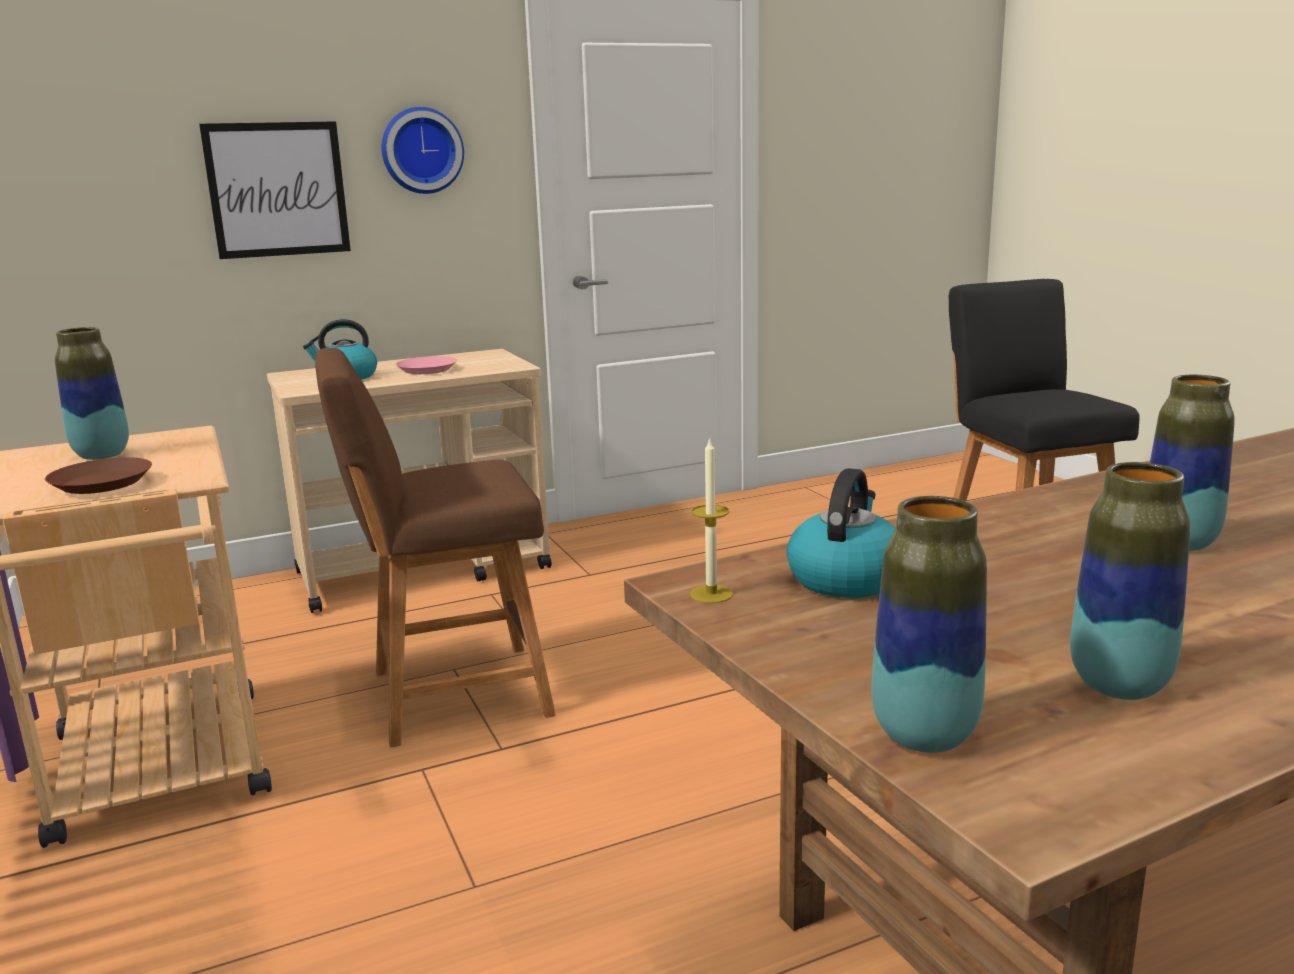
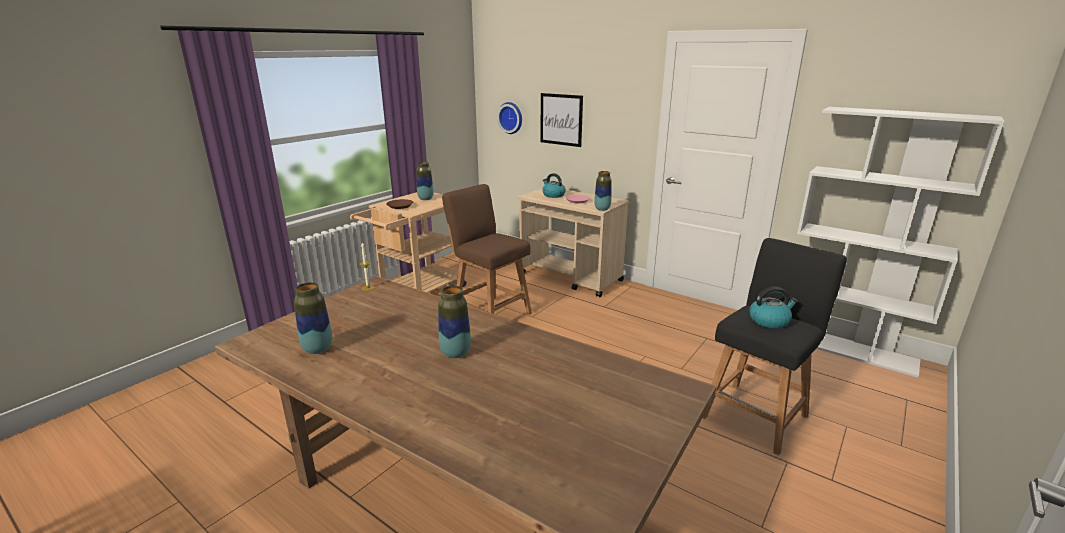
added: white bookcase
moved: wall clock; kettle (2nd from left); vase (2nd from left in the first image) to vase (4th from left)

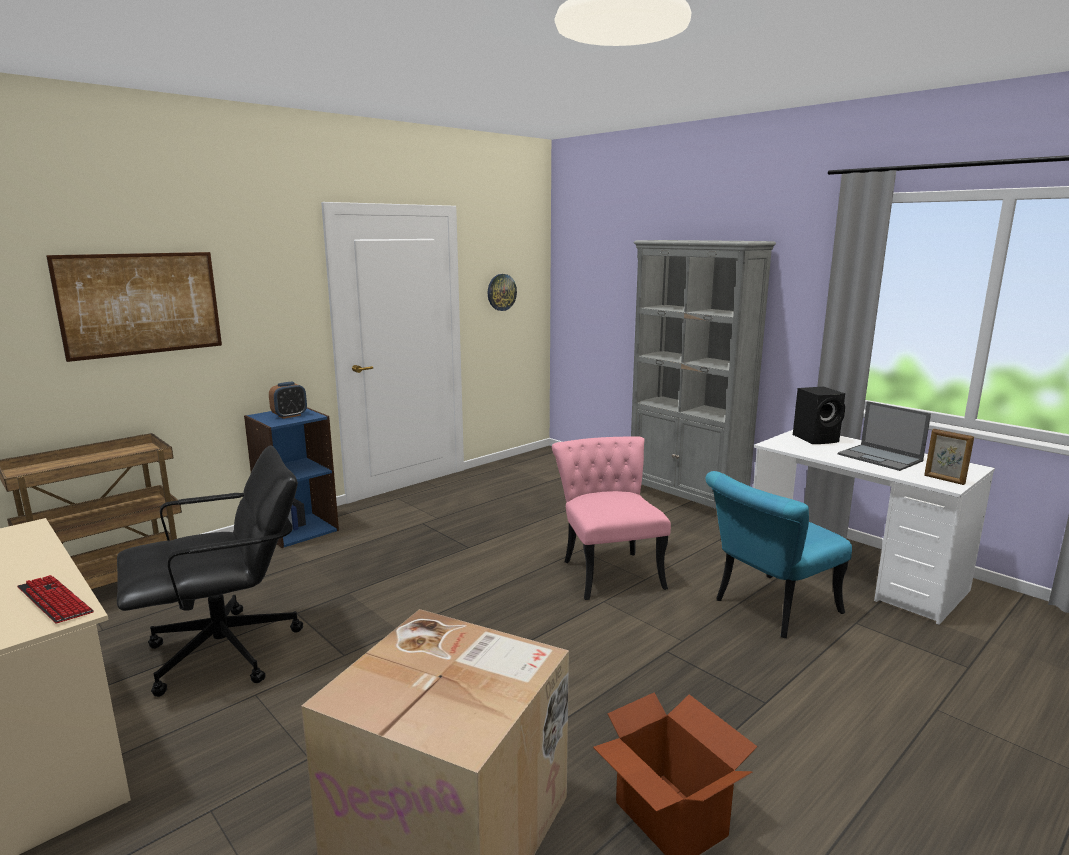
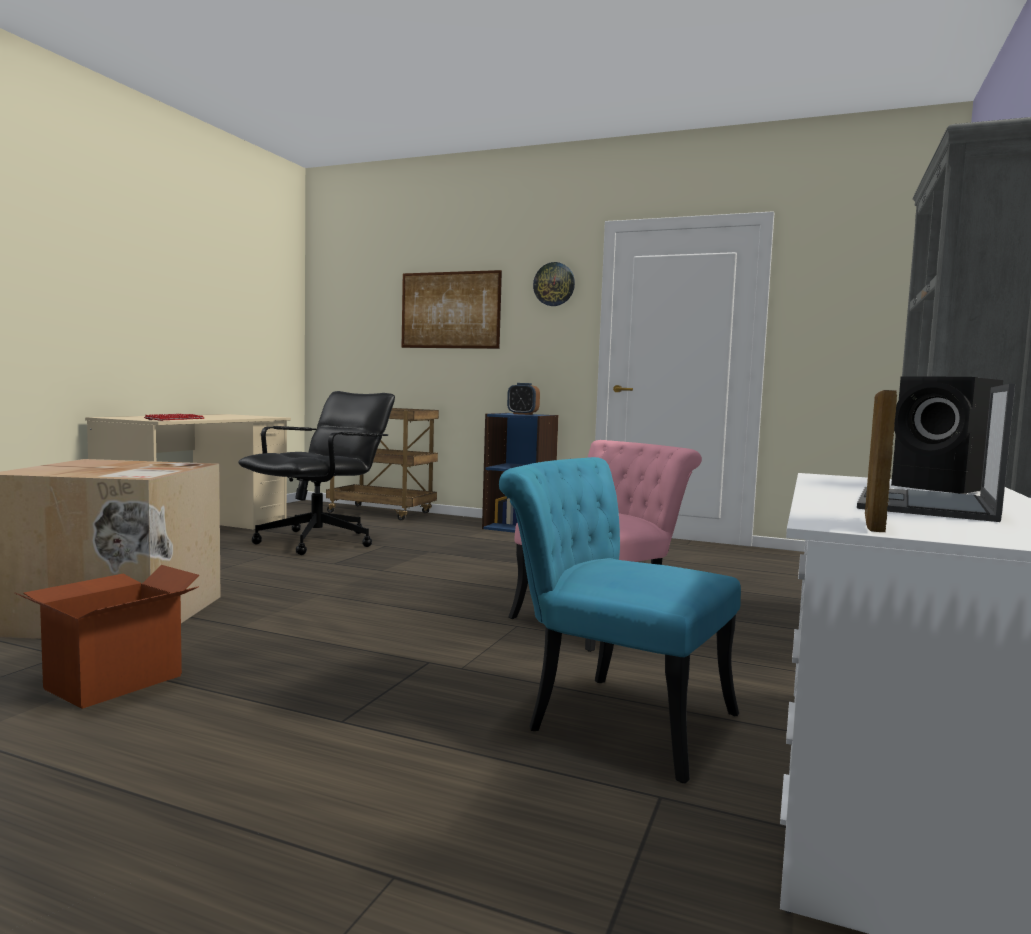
moved: wall clock
turned: black office chair 90 degrees counterclockwise

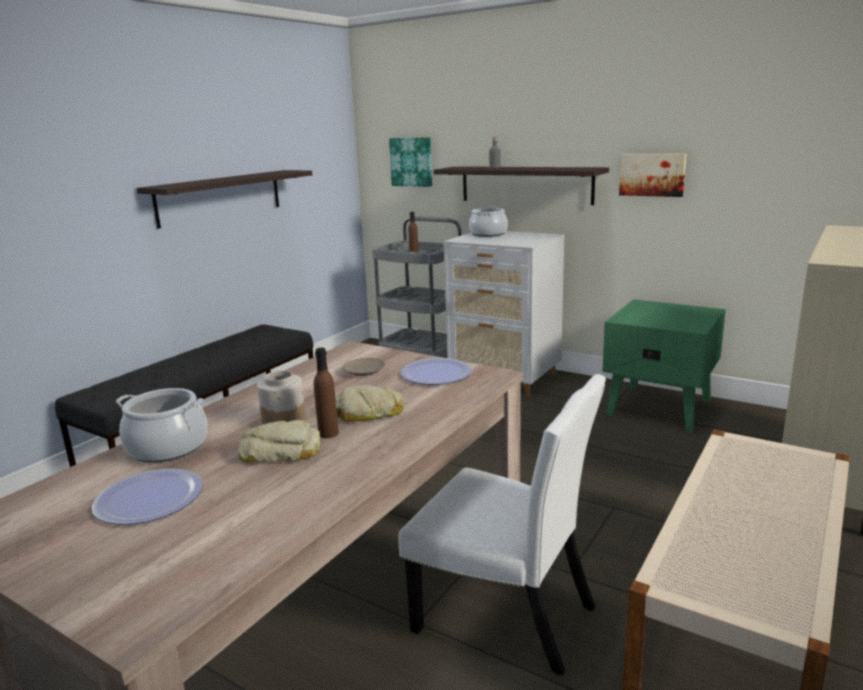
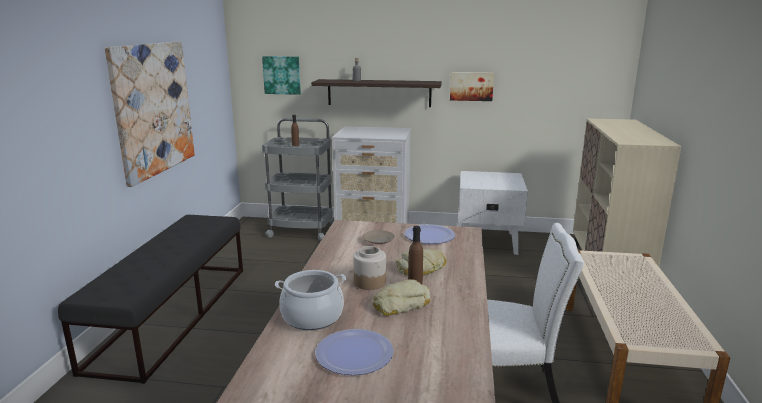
removed: cooking pot (2nd from left)
replaced: shelf (1st from left) to picture (1st from left)
recoloured: green nightstand to white nightstand

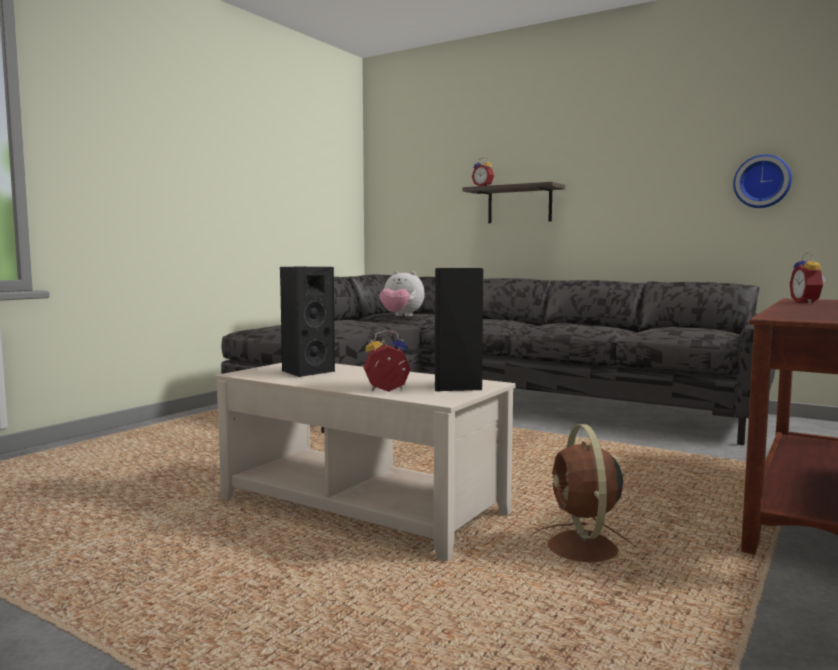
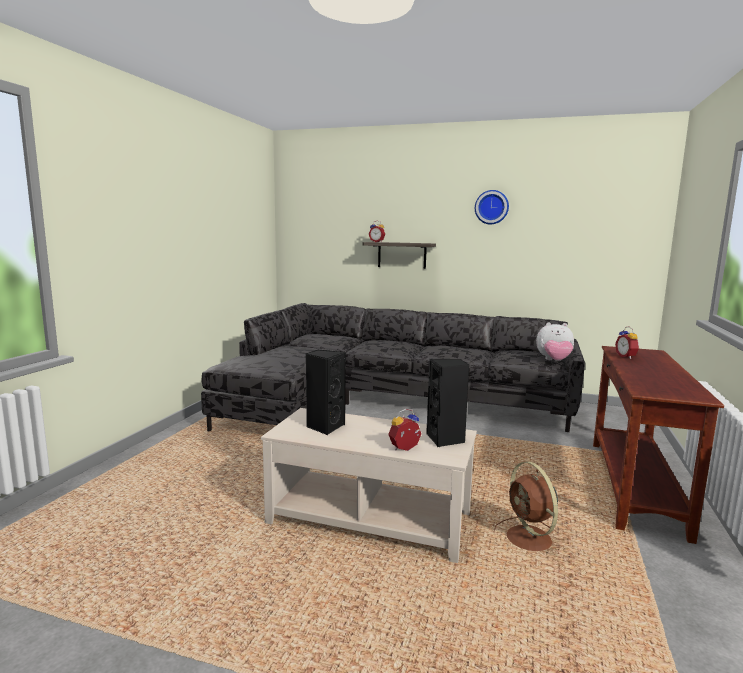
moved: plush toy; wall clock

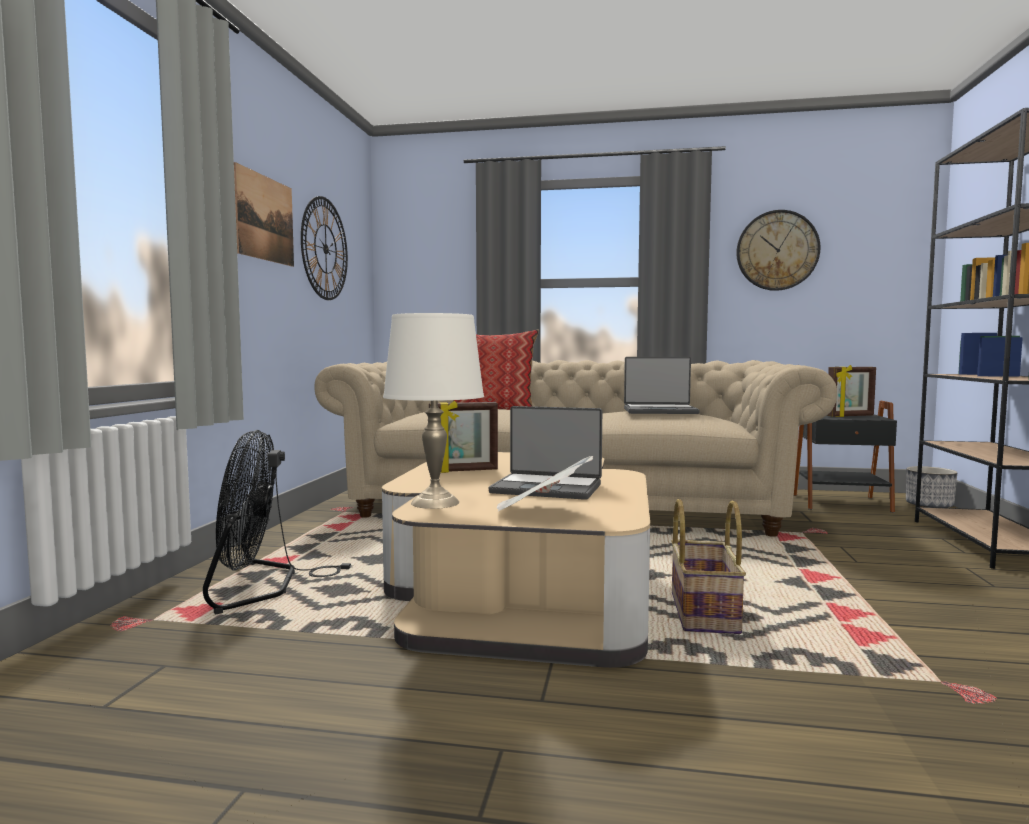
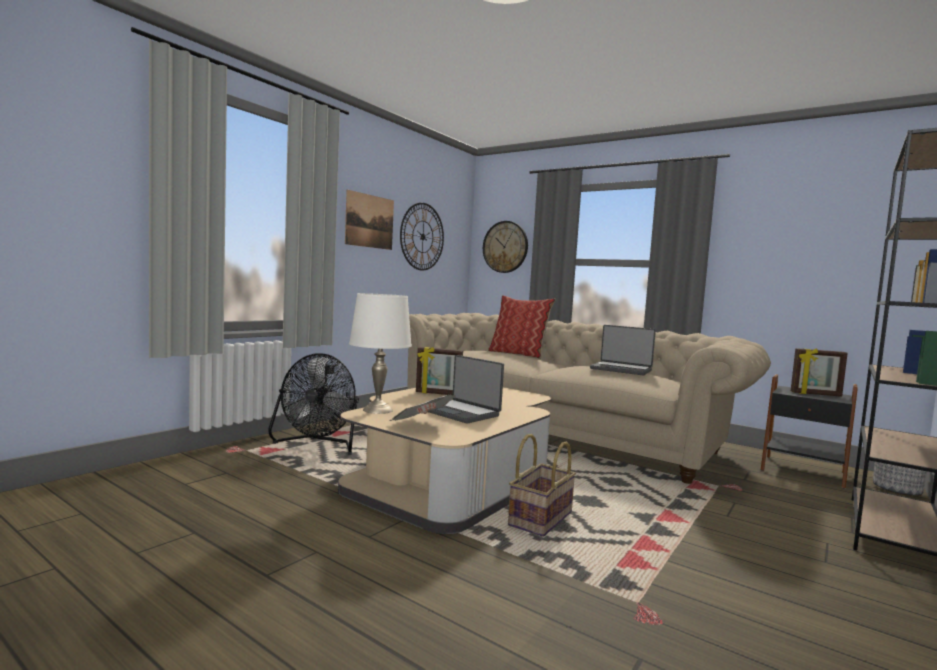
moved: wall clock (2nd from left)
turned: black fan 90 degrees counterclockwise

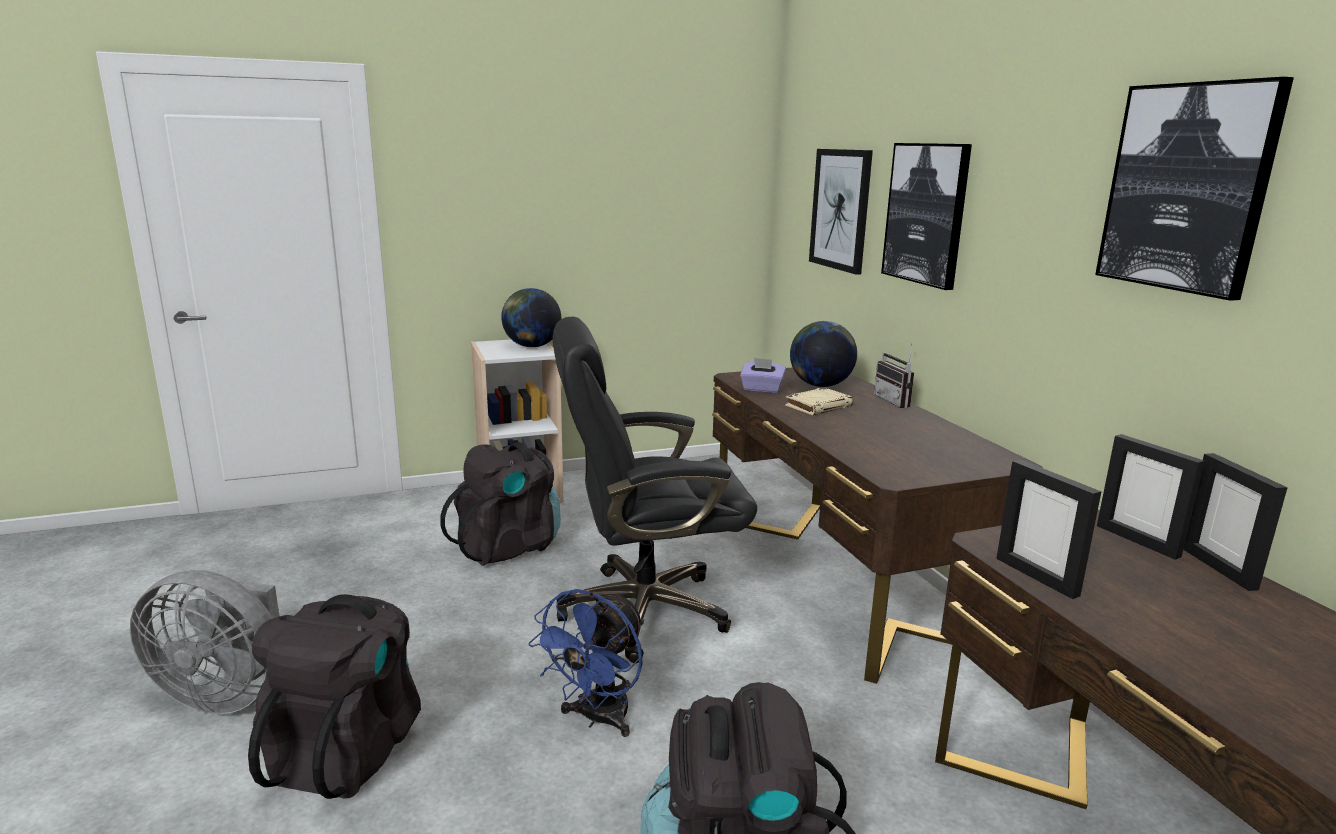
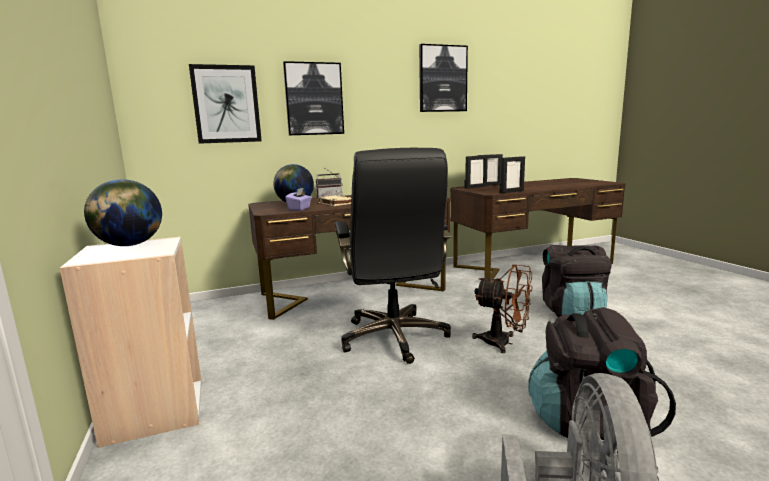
removed: black backpack (2nd from left)
recoloured: blue fan to brown fan

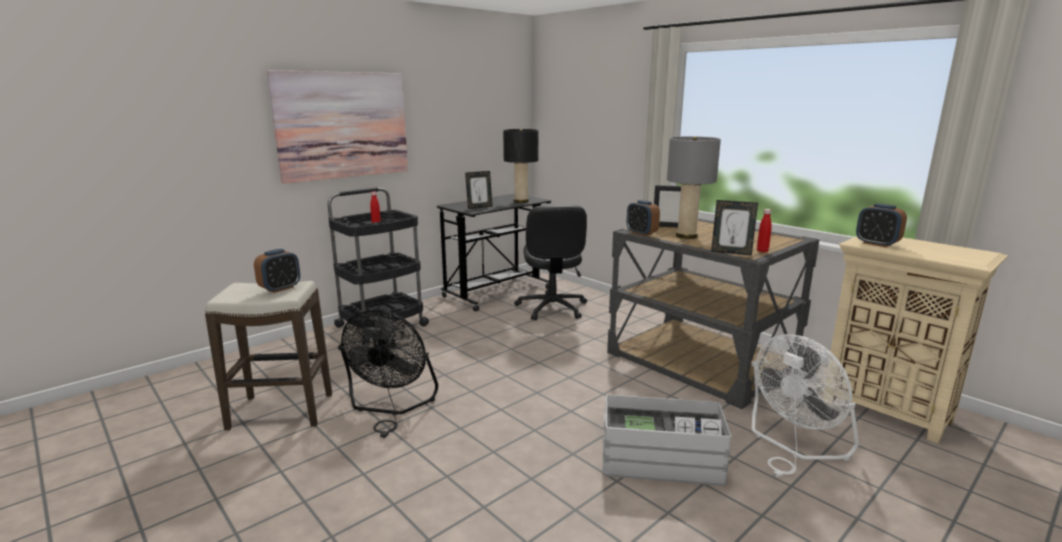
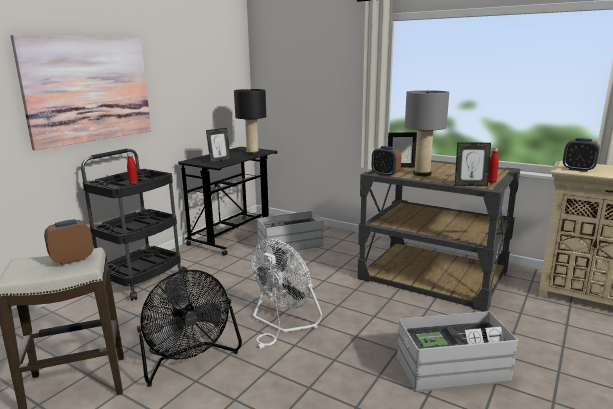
moved: white fan
replaced: black office chair to grey storage box (1st from left)
turned: alarm clock (1st from left) 150 degrees counterclockwise; black fan 150 degrees clockwise

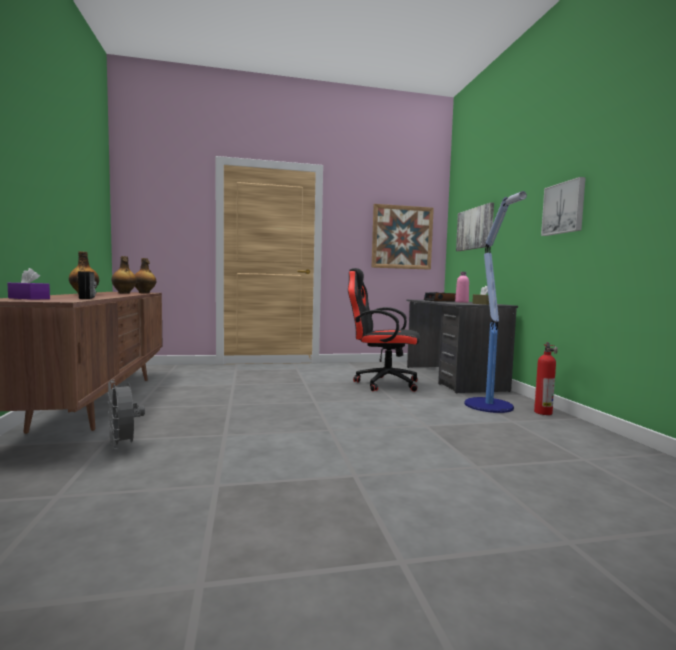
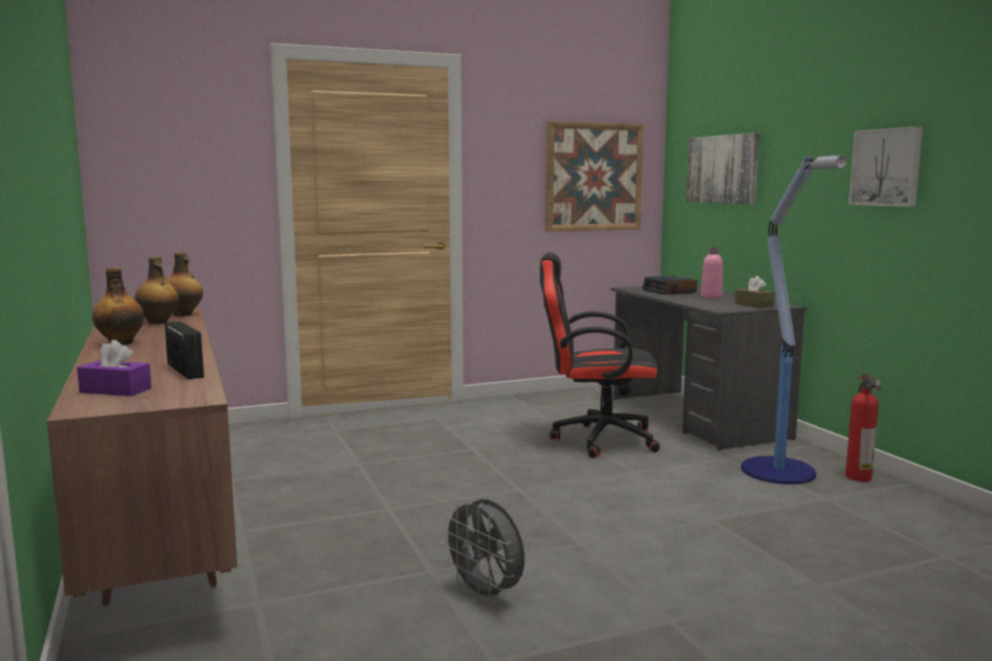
moved: grey fan

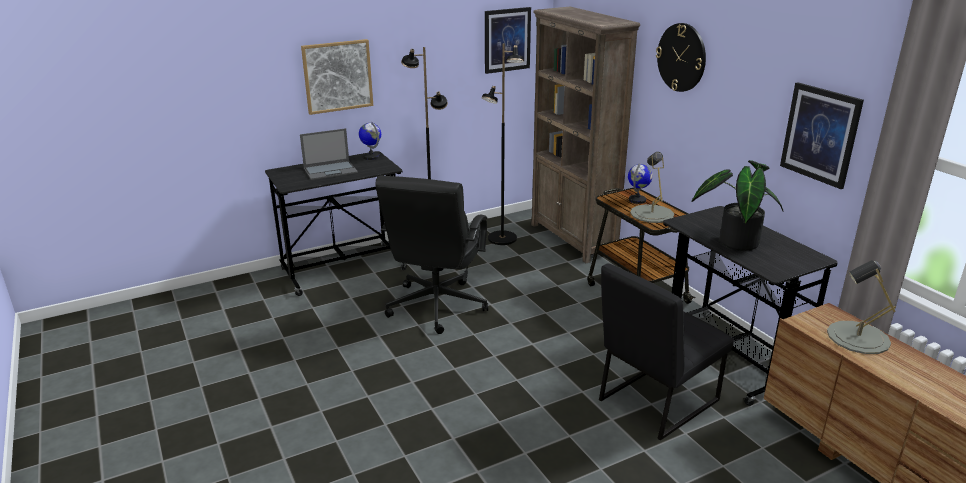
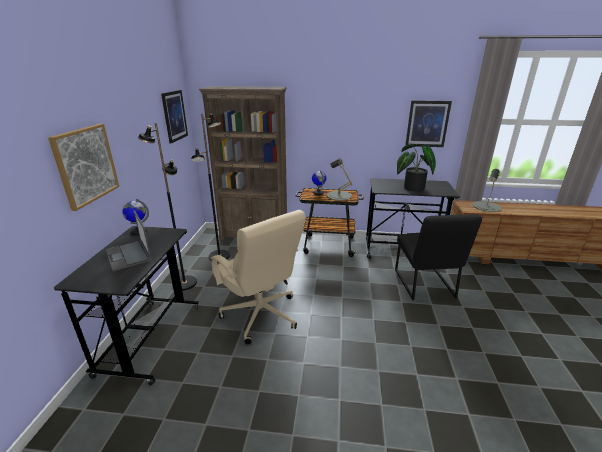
removed: wall clock
recoloured: black office chair to beige office chair
turned: laptop 135 degrees clockwise

